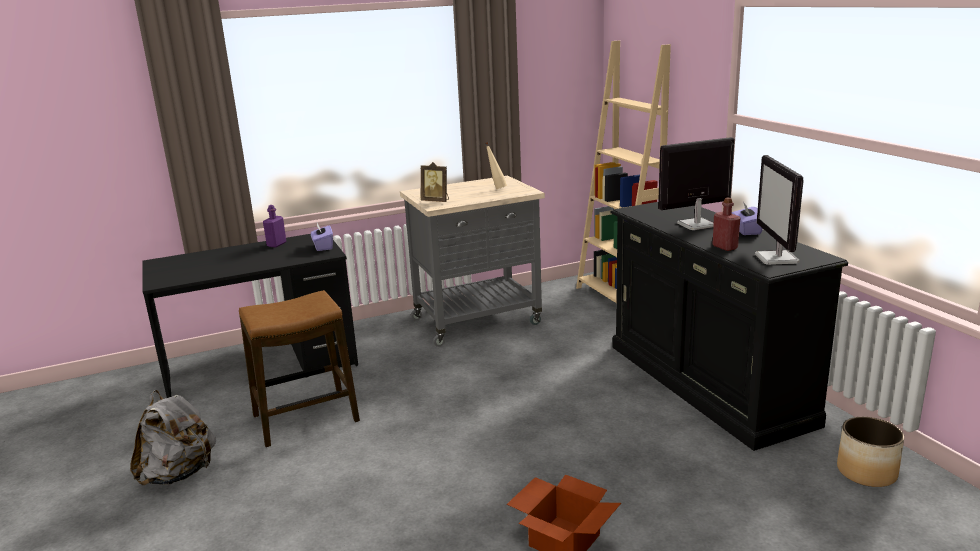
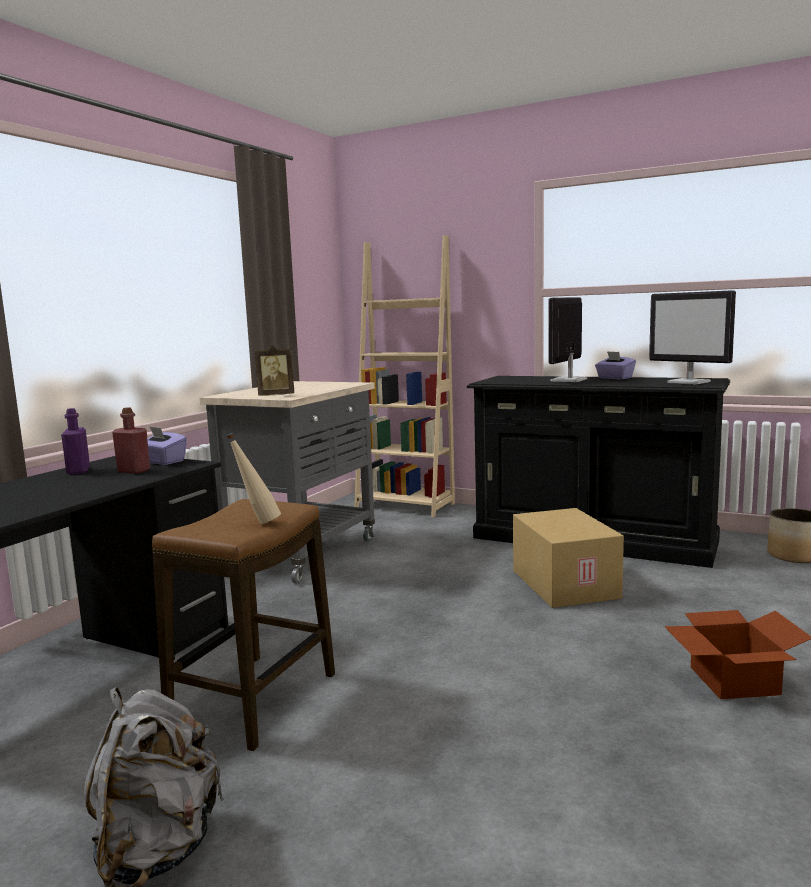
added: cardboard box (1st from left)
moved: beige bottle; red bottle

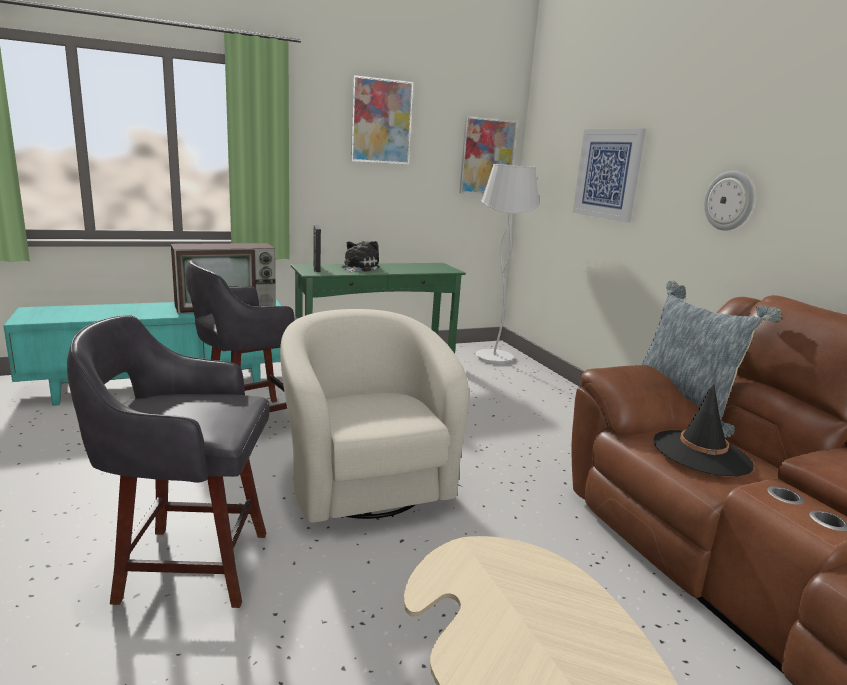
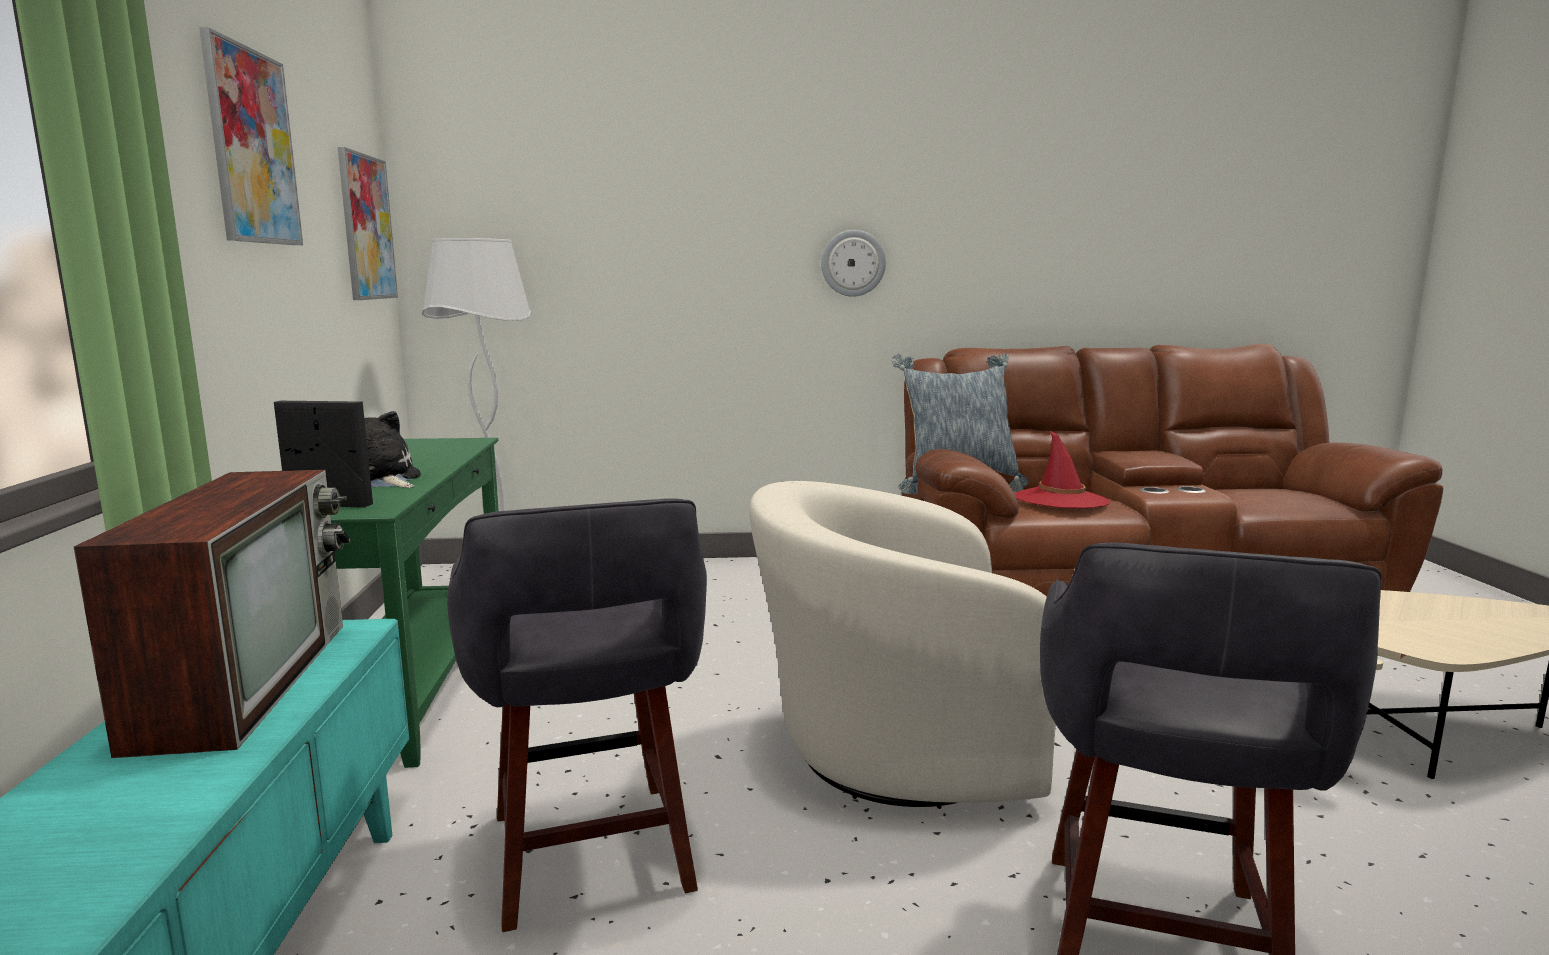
removed: picture (3rd from left)
recoloured: black hat to red hat

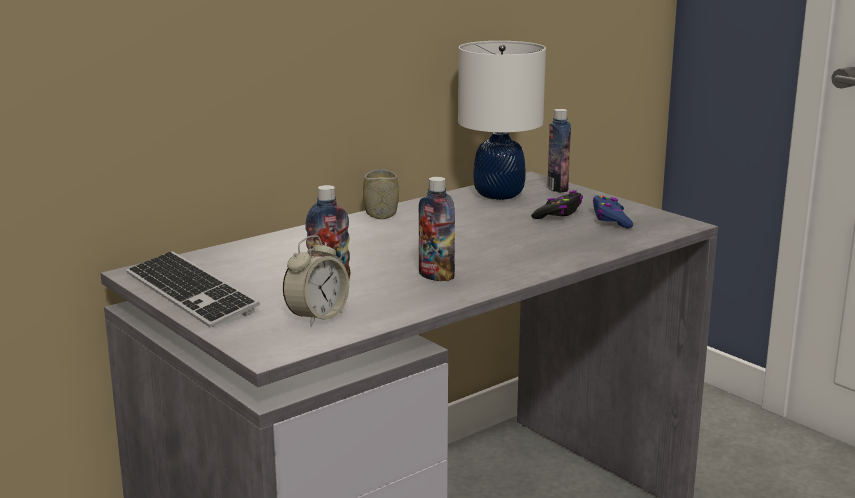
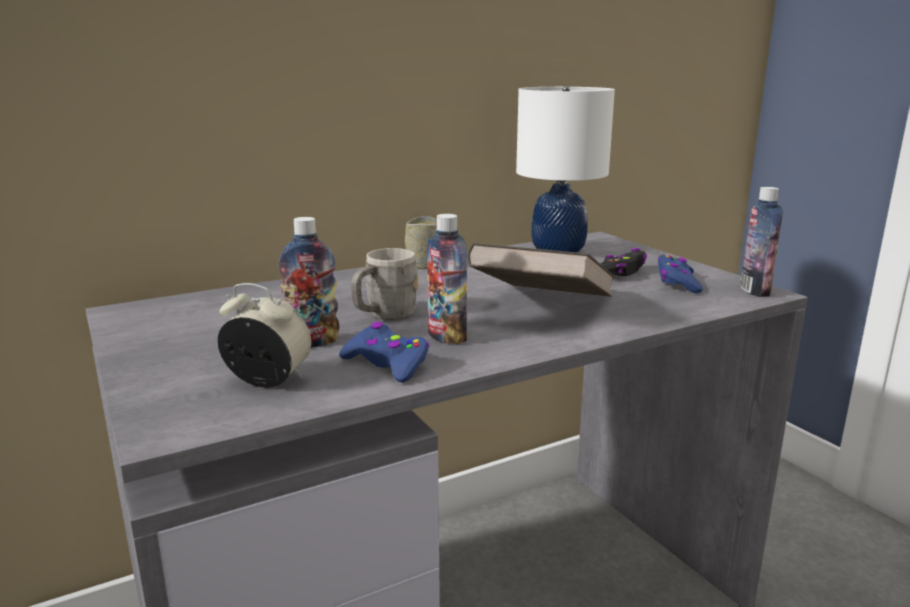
removed: keyboard
added: blue game controller (1st from left); grey mug; brown book
moved: bottle (3rd from left)
turned: alarm clock 120 degrees counterclockwise

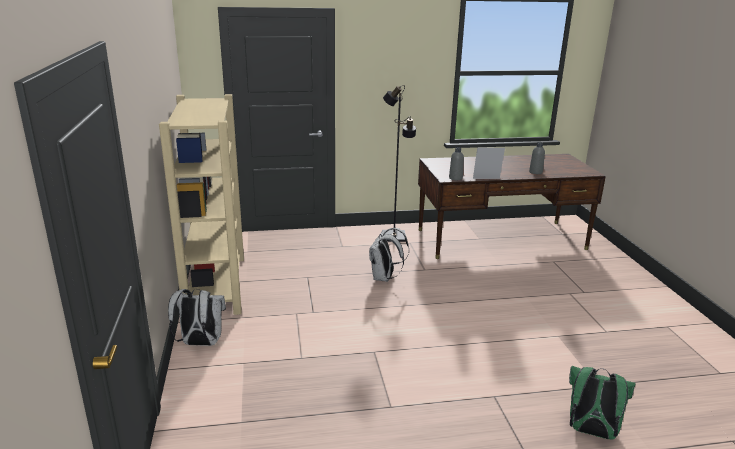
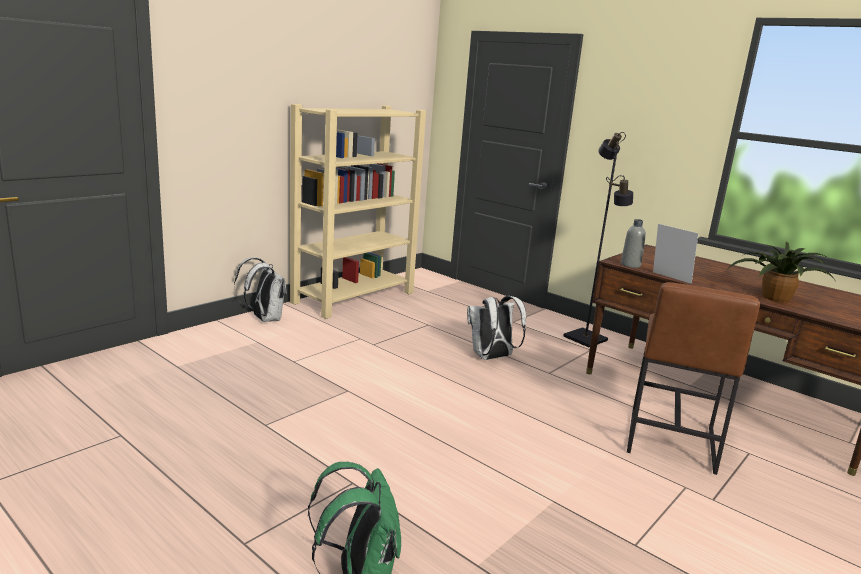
added: brown chair
replaced: grey bottle (2nd from left) to potted plant

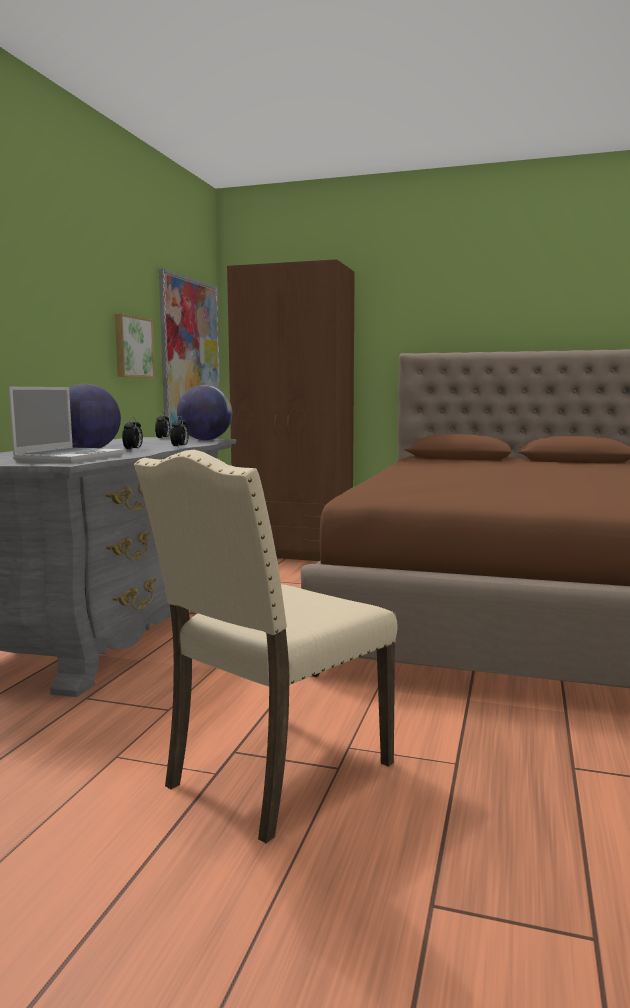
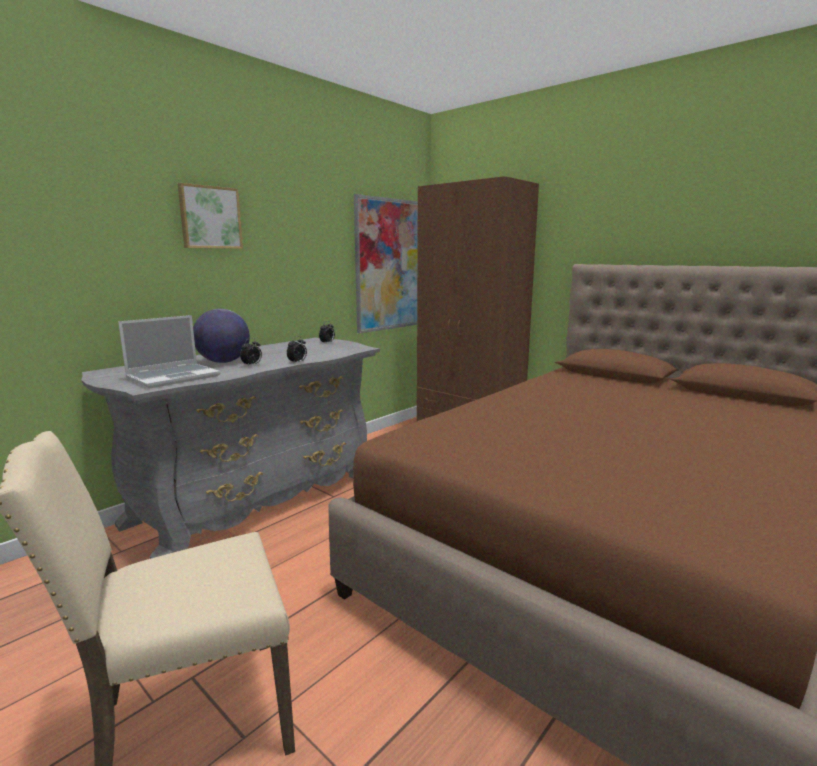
removed: globe (2nd from left)
moved: picture (1st from left)

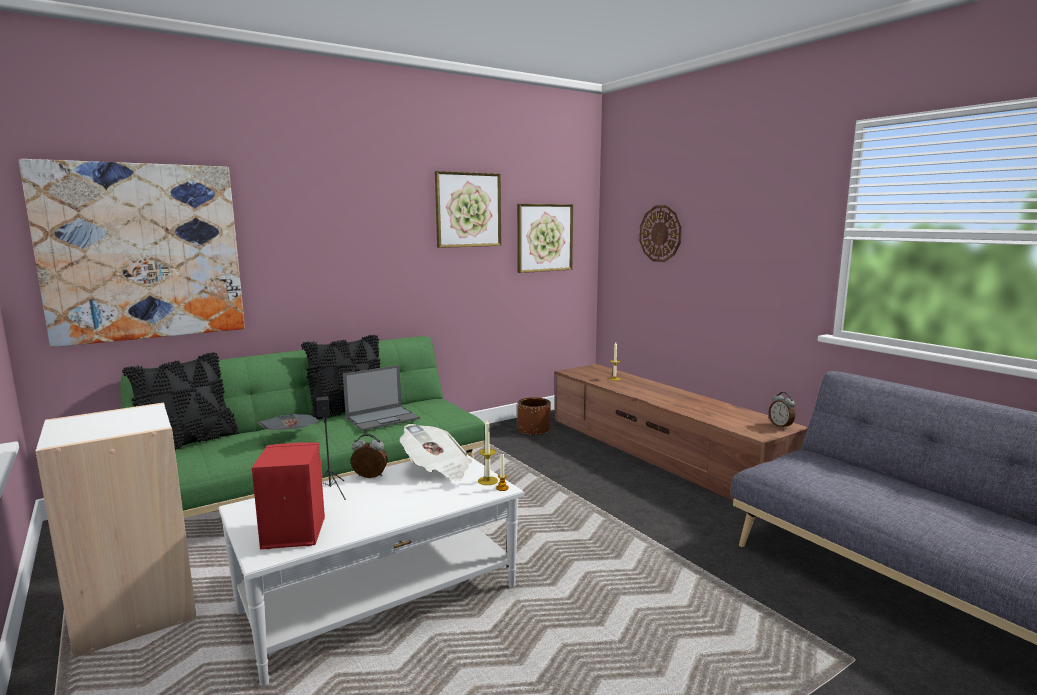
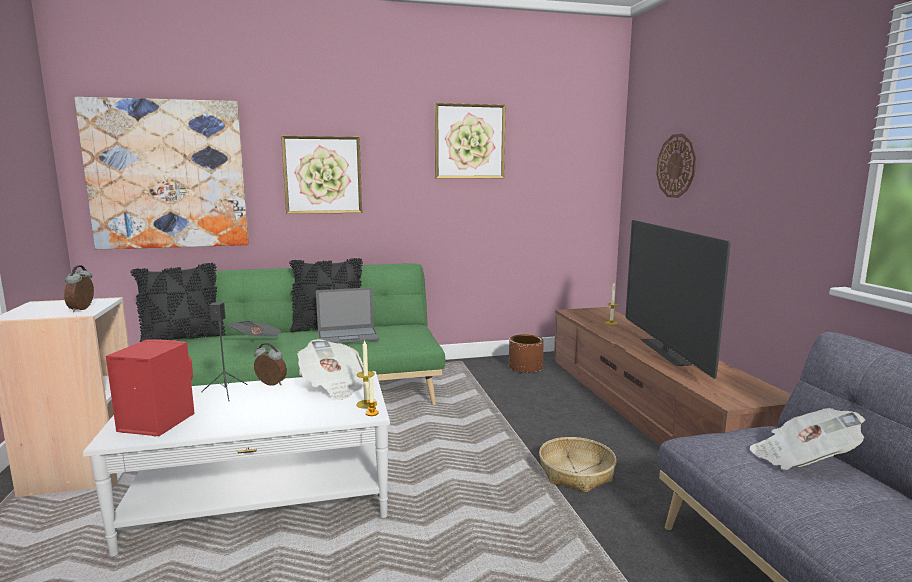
added: basket; television; newspaper (3rd from left)
moved: picture (3rd from left in the first image) to picture (2nd from left); alarm clock (2nd from left in the first image) to alarm clock (1st from left)

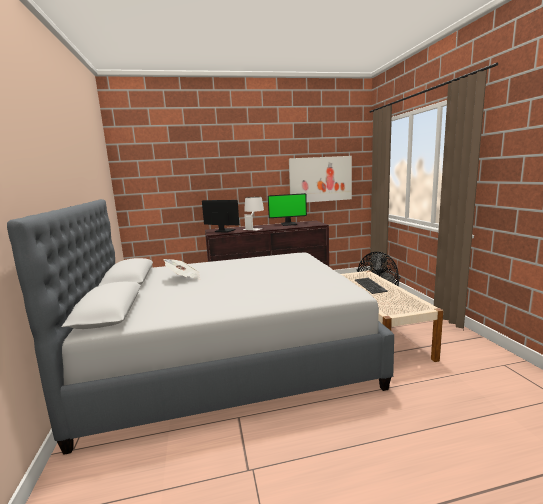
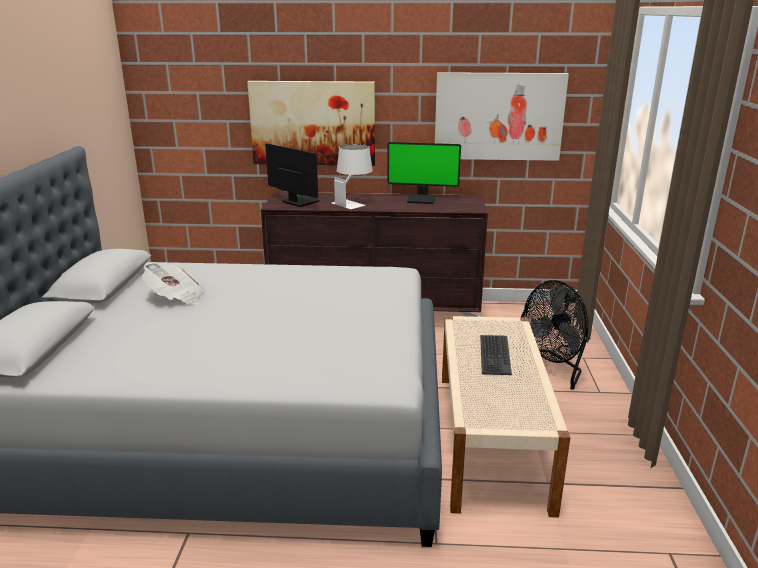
added: picture (1st from left)

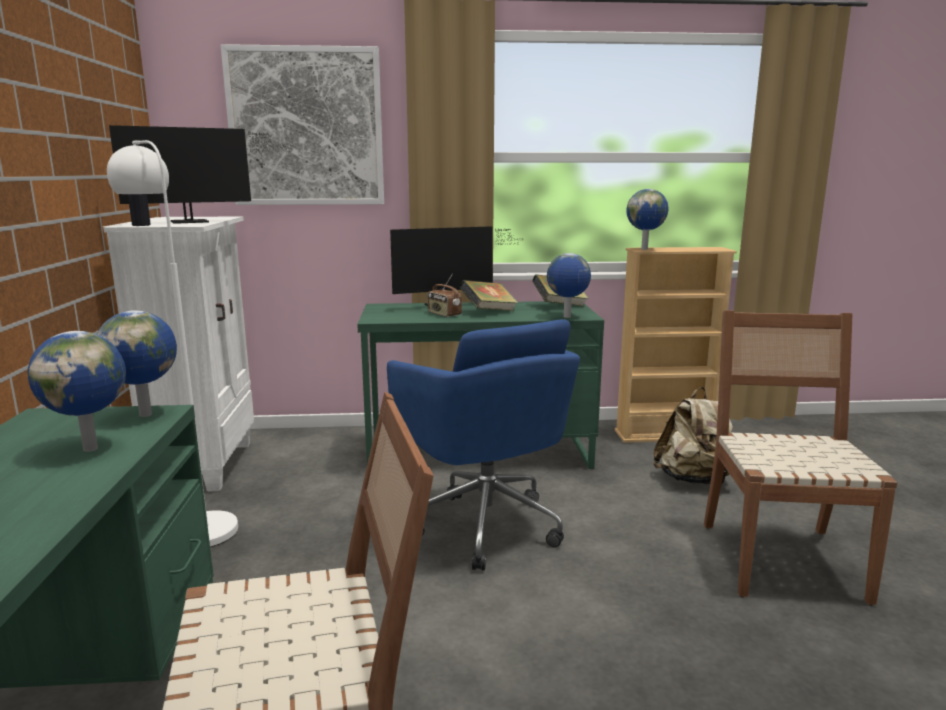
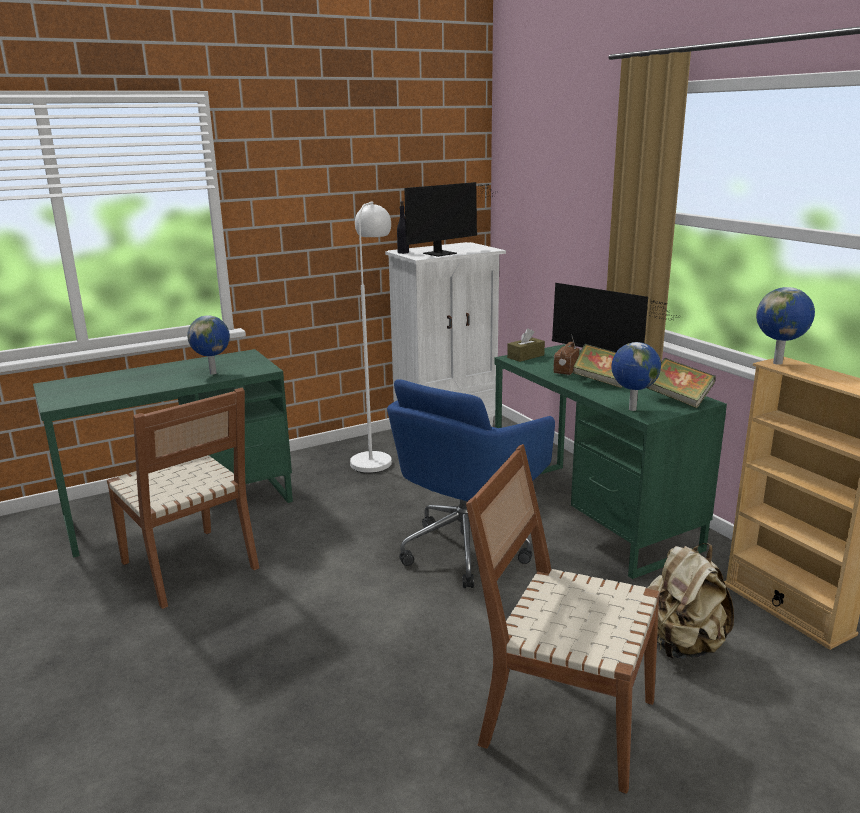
removed: globe (2nd from left); picture
added: brown tissue box
turned: monitor (1st from left) 75 degrees counterclockwise; chair (2nd from left) 135 degrees counterclockwise

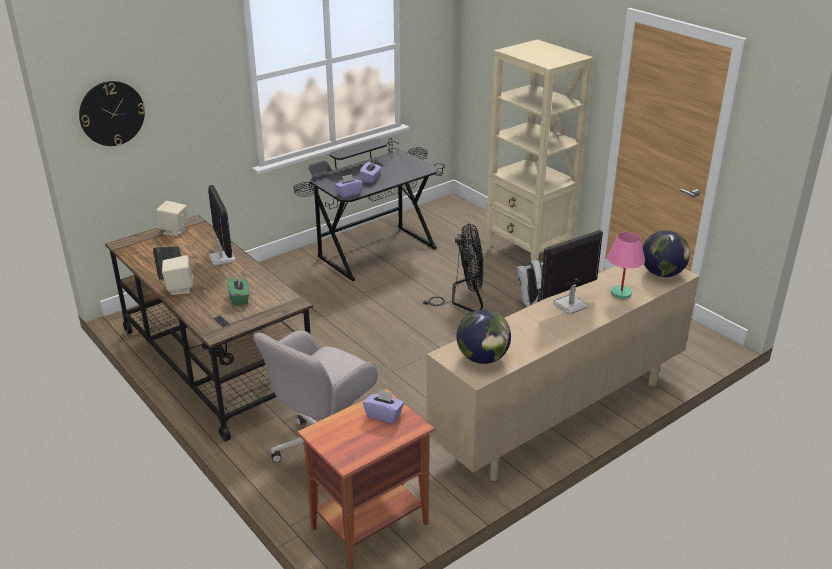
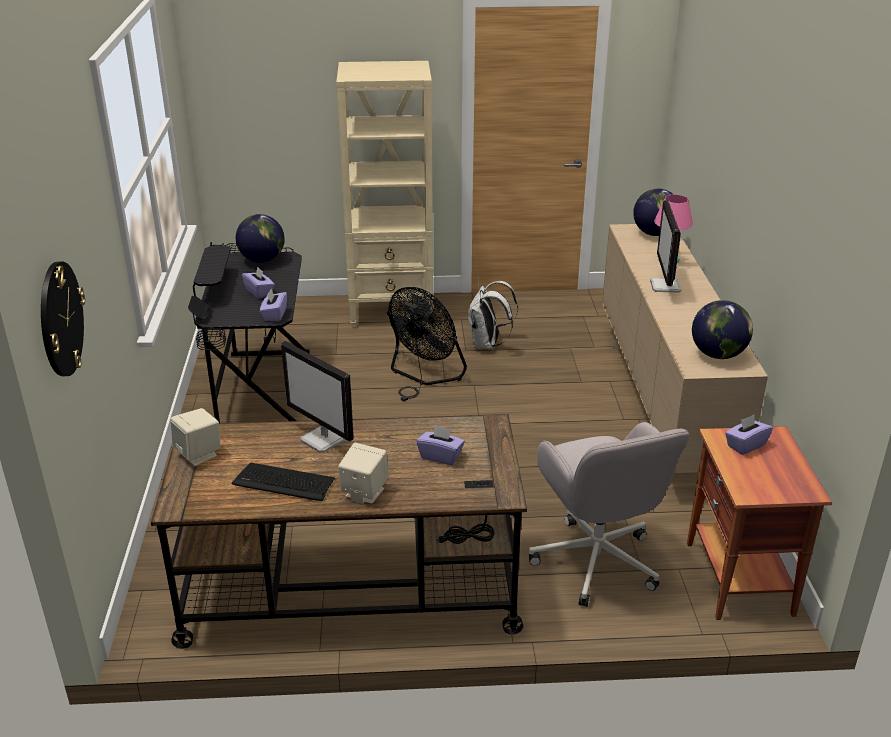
added: globe (1st from left)
recoloured: green tissue box to purple tissue box (3rd from left)
turned: monitor (1st from left) 150 degrees counterclockwise

